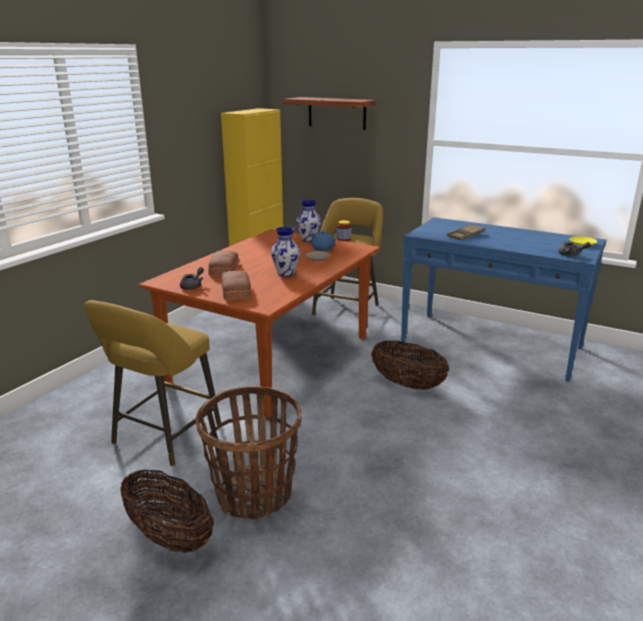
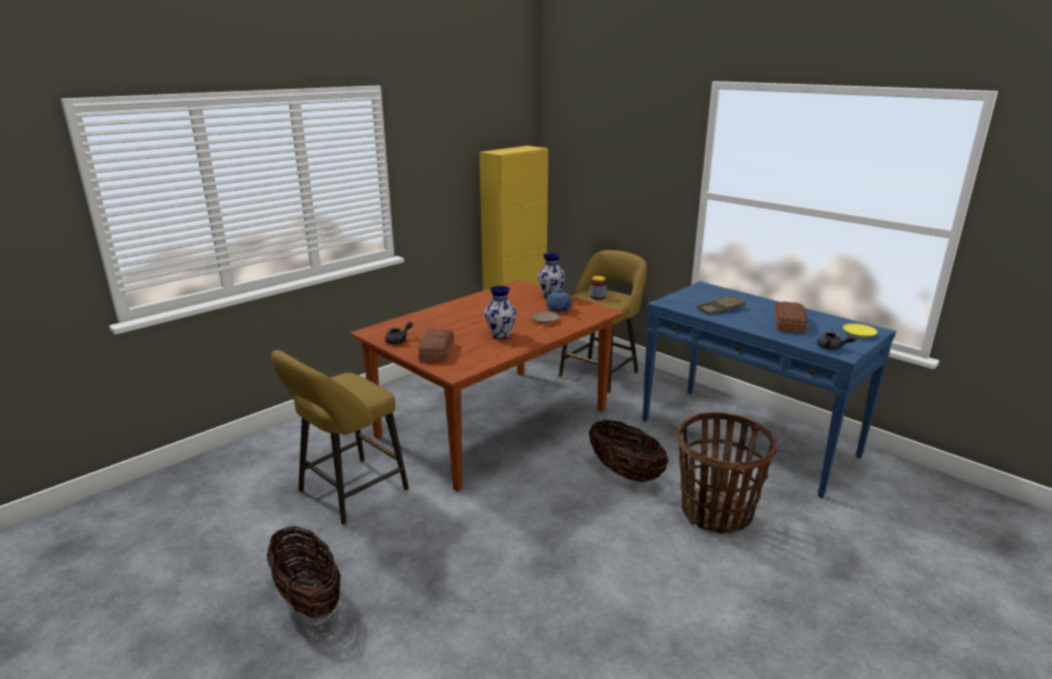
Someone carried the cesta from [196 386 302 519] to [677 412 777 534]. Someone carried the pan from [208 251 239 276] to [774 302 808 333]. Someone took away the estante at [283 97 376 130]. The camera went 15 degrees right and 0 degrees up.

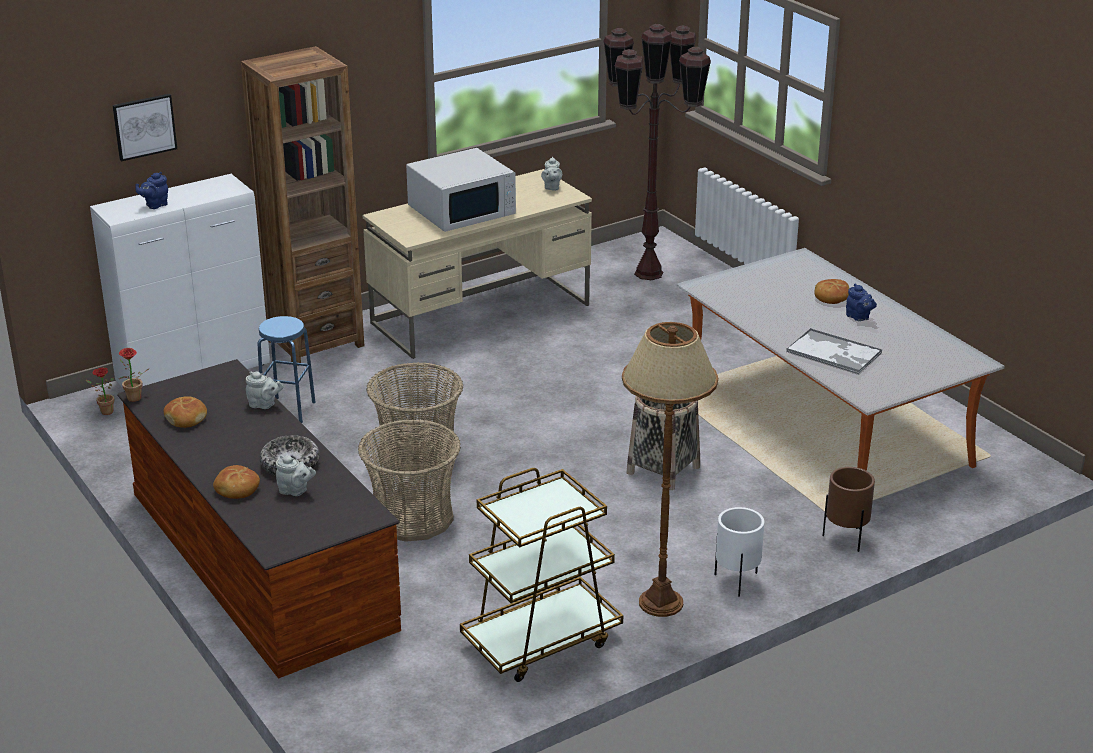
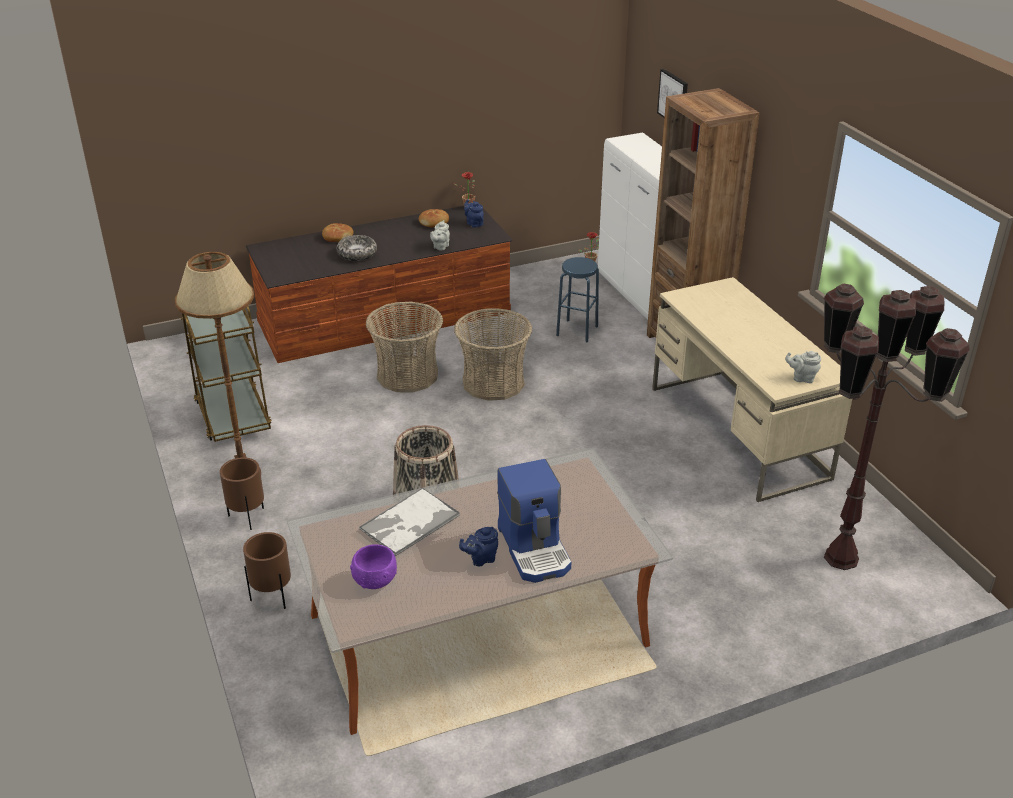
Someone carried the tetera [azul] from [136 172 168 209] to [464 199 484 228]. Someone took away the tetera [gris] at [276 455 316 496]. Someone took away the microondas [blanco] at [406 148 516 232]. Someone repainted the maceta [blanco] at [715 507 764 597], which became the maceta [marrón] at [220 457 264 530]. Someone swapped the pan at [814 279 849 304] for the cafetera at [497 459 571 583]. Someone put down the cuenco [morado] at [350 545 397 589]. The camera went 100 degrees right and 5 degrees up.

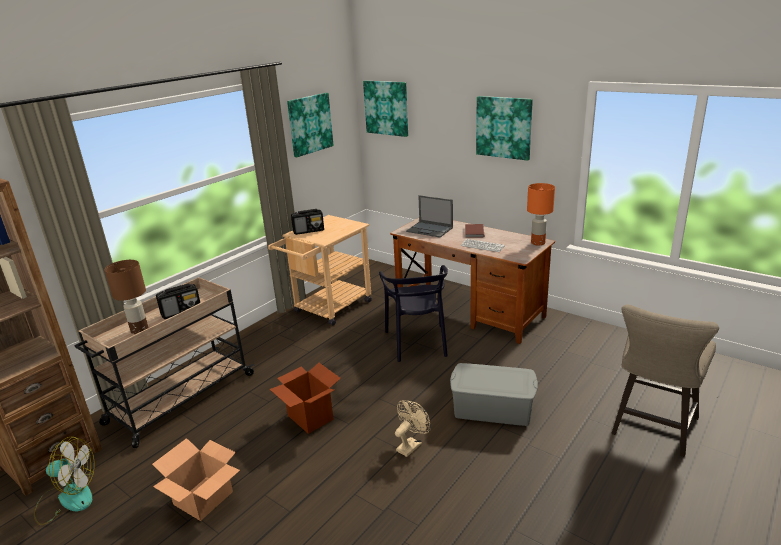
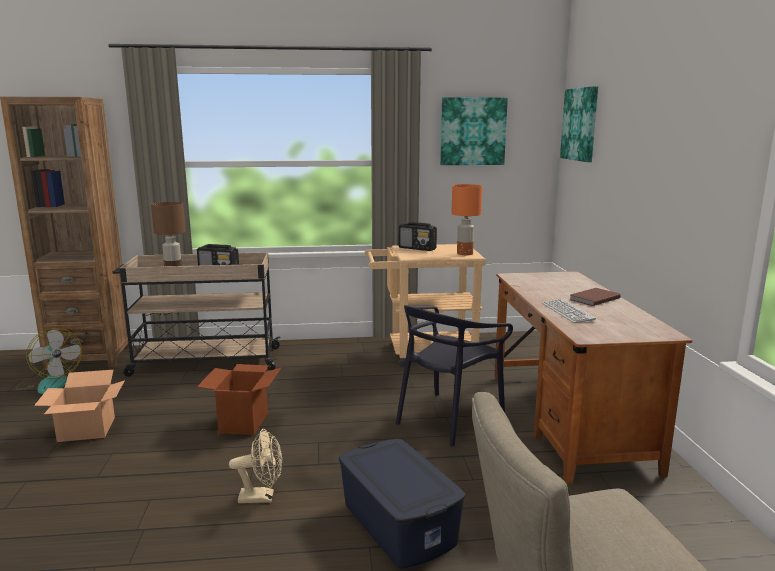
Someone took away the portátil at [406 195 453 238]. Someone repainted the caja de almacenaje [gris] at [450 363 538 426], which became the caja de almacenaje [azul] at [339 439 466 569]. Someone took away the cuadro at [476 96 533 161]. Someone carried the lámpara de mesa [naranja] from [527 183 555 245] to [452 184 482 255]. The camera went 45 degrees right and 10 degrees down.

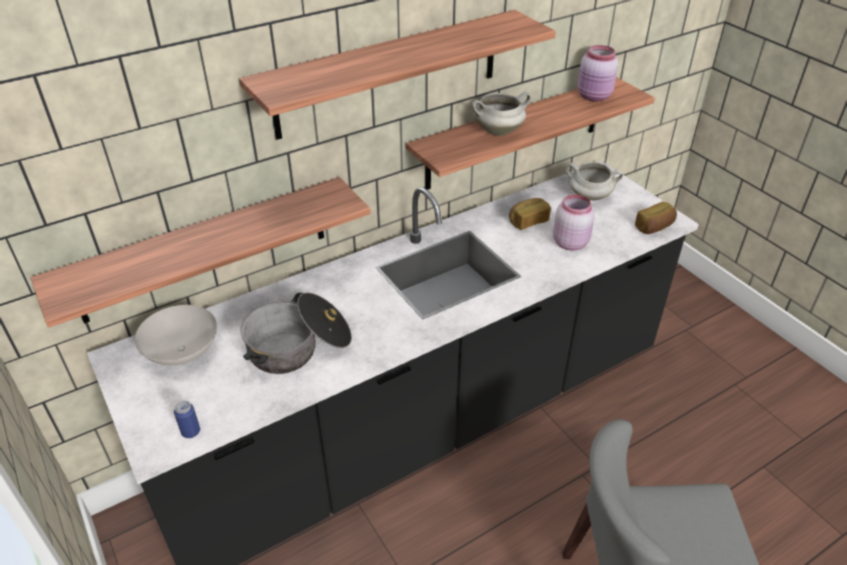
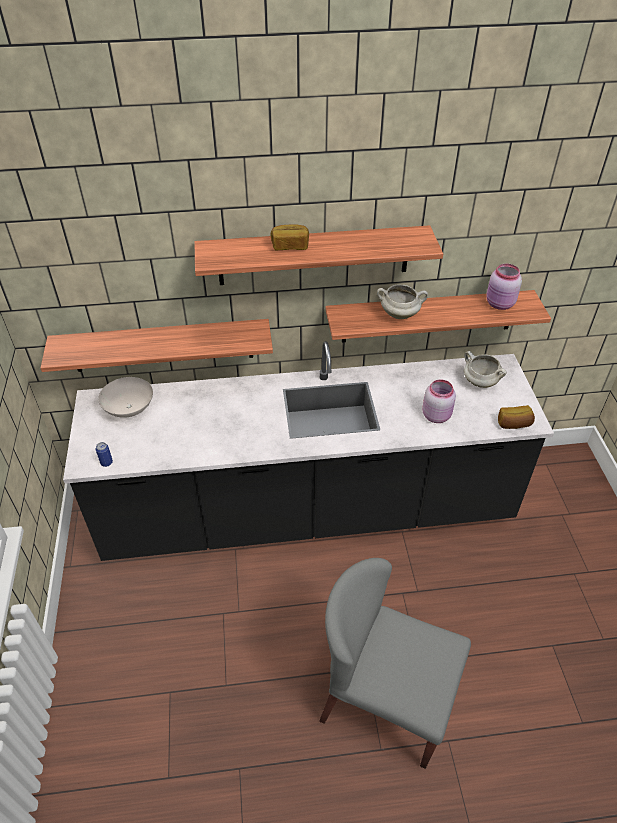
Someone took away the olla at [240 293 352 374]. Someone carried the pan from [509 198 551 230] to [271 224 309 250]. The camera went 25 degrees right and 5 degrees up.

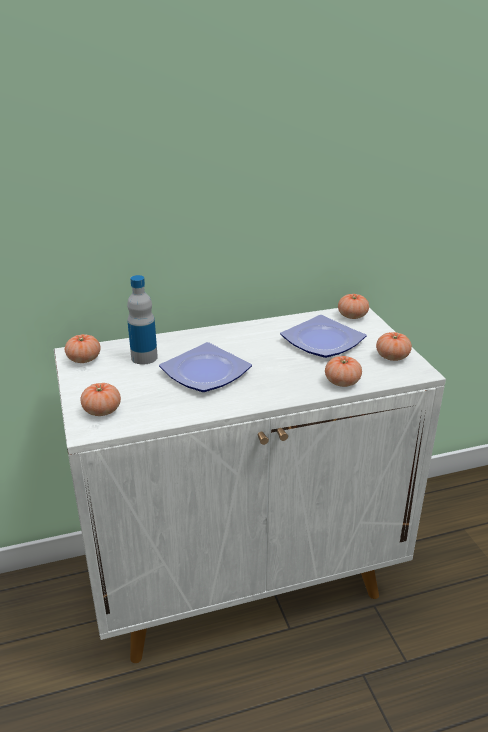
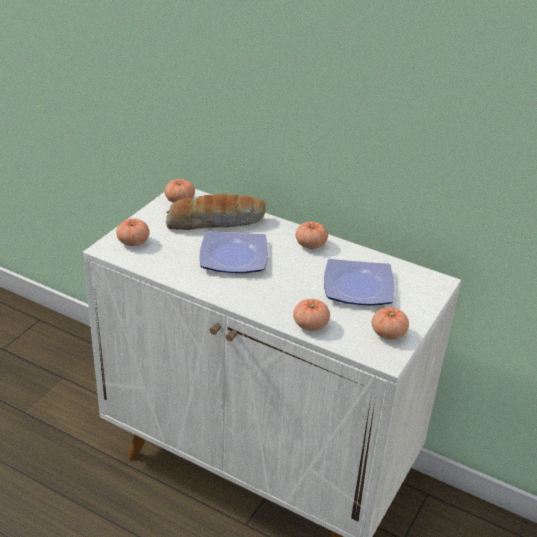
Someone swapped the botella at [127 275 158 365] for the pan at [166 193 266 230]. Someone carried the tomate from [338 294 369 319] to [295 222 328 249]. The camera went 45 degrees right and 5 degrees up.

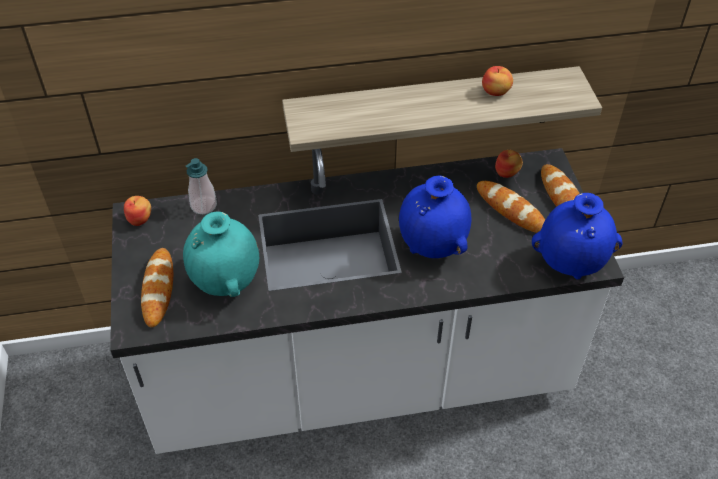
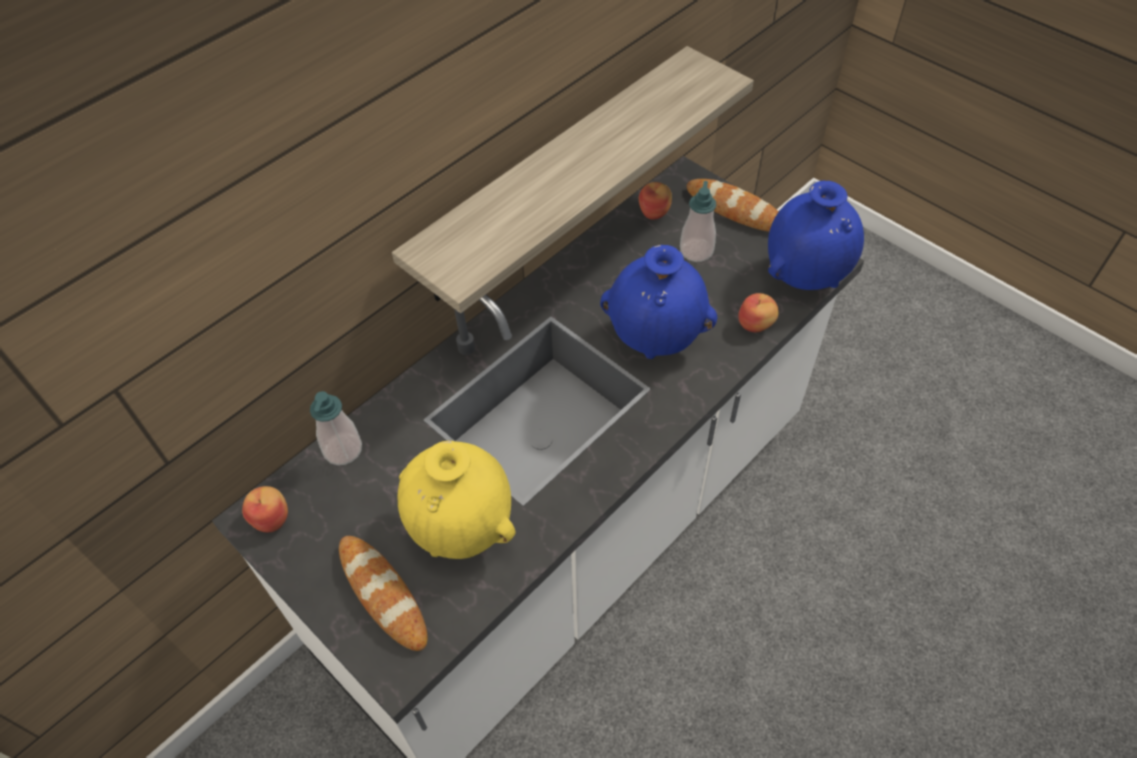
Someone repainted the florero [turquesa] at [183 211 259 297], which became the florero [amarillo] at [398 441 516 559]. Someone swapped the pan at [477 181 545 233] for the dispensador de jabón at [680 181 717 262]. Someone carried the manzana from [482 66 513 96] to [738 293 779 332]. The camera went 35 degrees left and 5 degrees up.

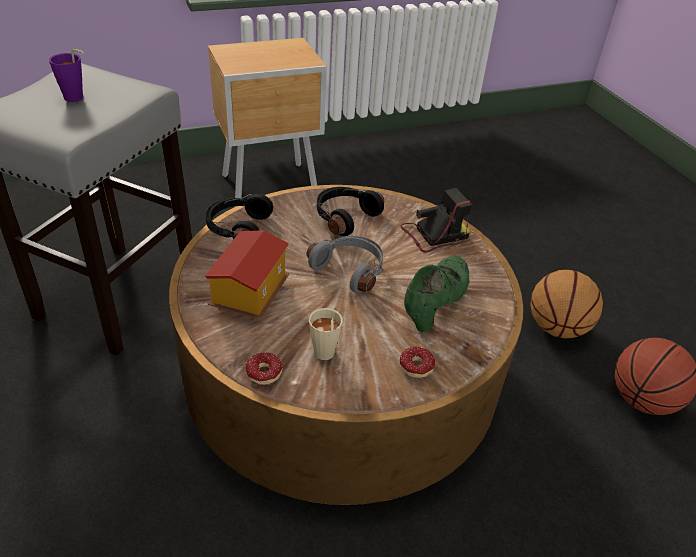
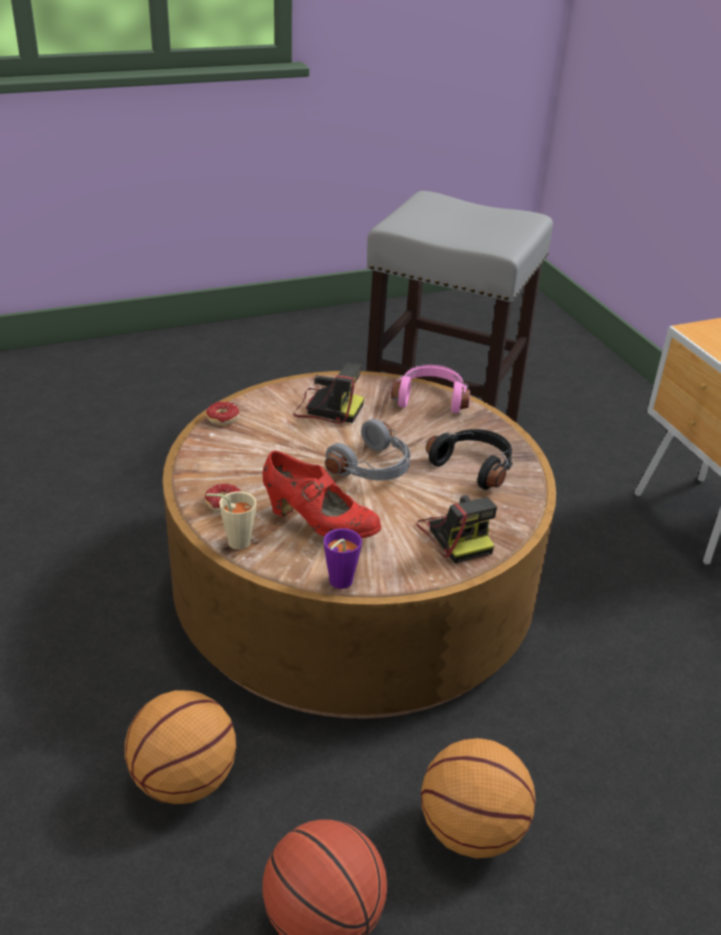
Someone carried the taza [morado] from [49 49 84 102] to [324 528 362 589]. Someone repainted the auriculares [negro] at [205 194 273 239], which became the auriculares [rosa] at [391 365 470 413]. Someone swapped the casita at [205 230 289 320] for the cámara at [293 363 364 423]. Someone carried the taza [beis] from [309 308 343 360] to [206 491 257 550]. Someone repainted the zapato [verde] at [404 256 470 332], which became the zapato [rojo] at [263 451 381 538]. Someone put down the balón de baloncesto at [125 690 236 804]. The camera went 90 degrees right and 5 degrees down.

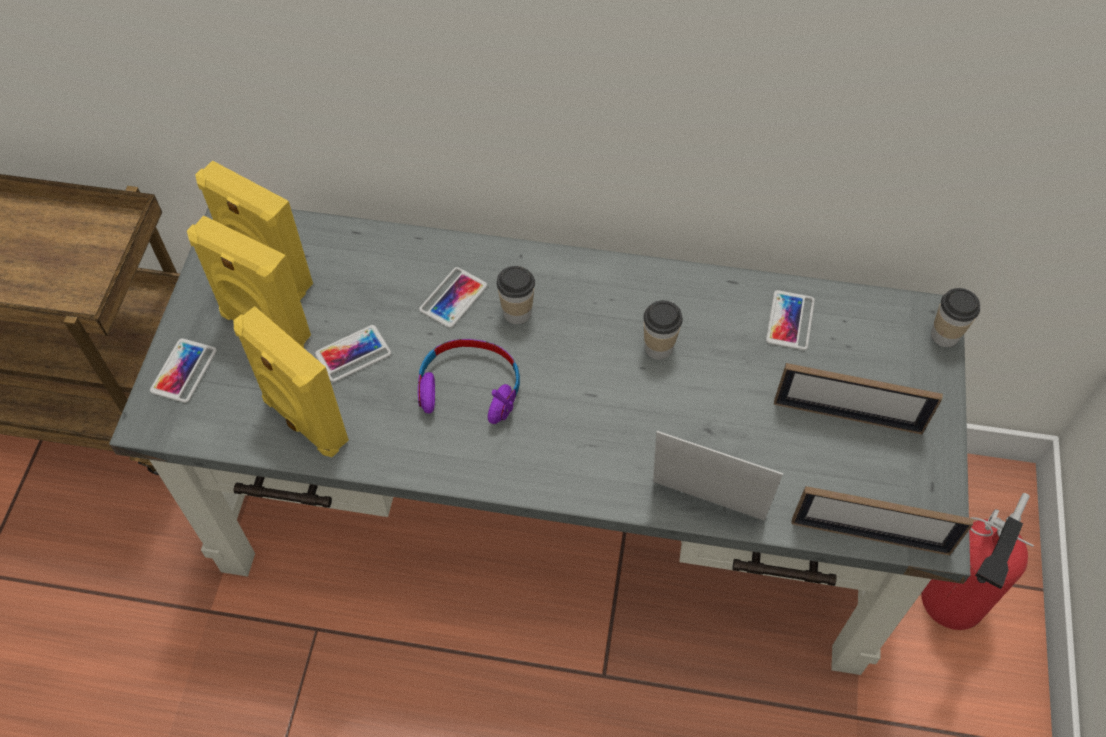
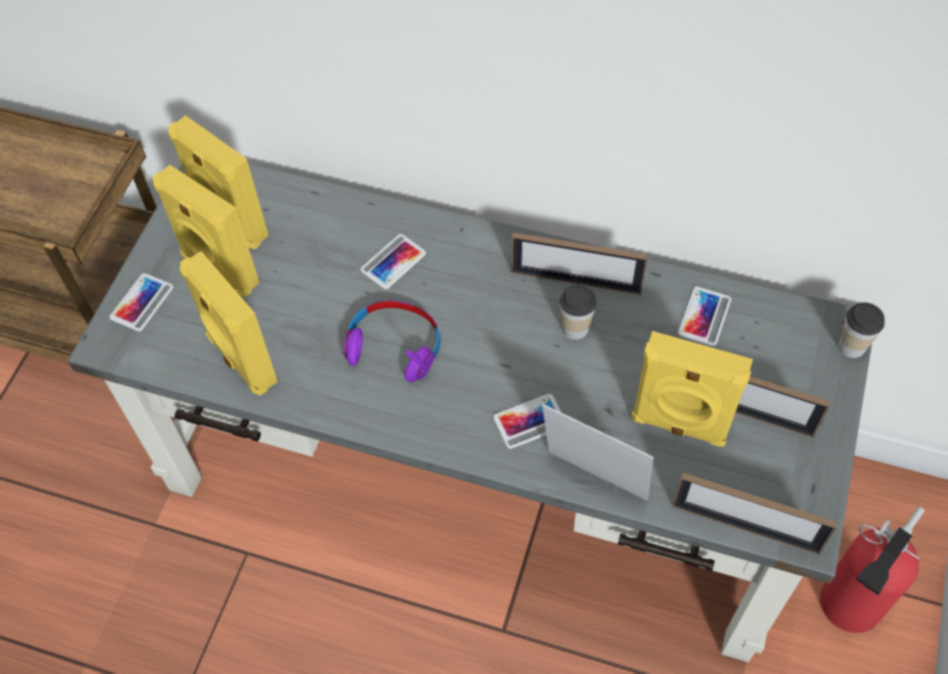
Someone carried the móvil from [315 325 391 382] to [493 394 562 449]. Someone took away the taza at [497 266 535 324]. Someone put down the portarretratos at [511 232 648 295]. Someone put down the altavoz [amarillo] at [631 331 753 447]. The camera went 10 degrees right and 0 degrees up.

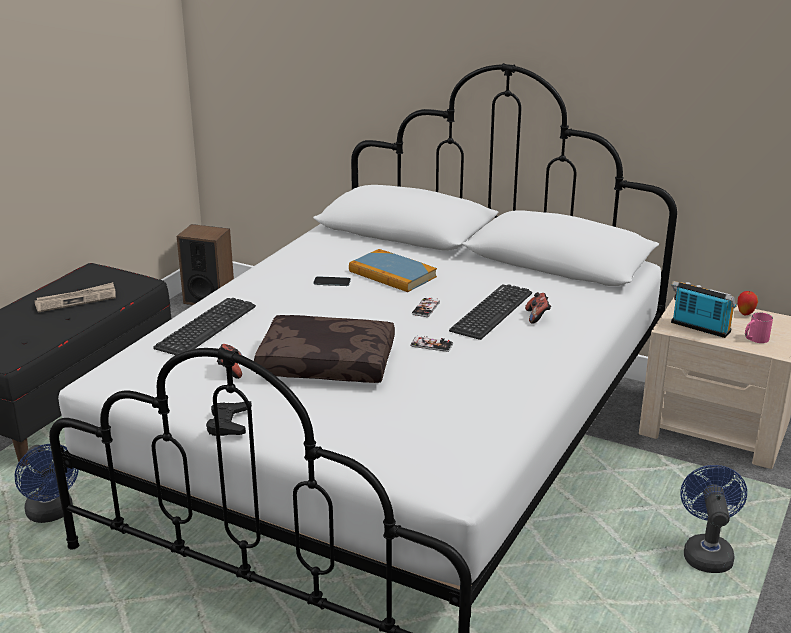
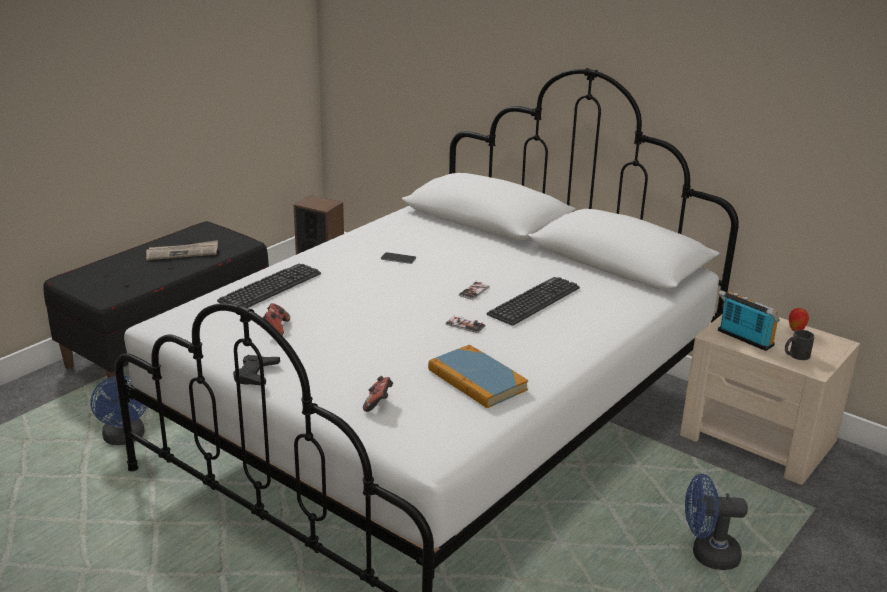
Someone took away the cojín [marrón] at [254 315 395 383]. Someone carried the libro from [349 249 437 292] to [428 345 529 408]. Someone carried the mando de consola from [525 292 551 324] to [363 376 393 412]. Someone rotated the ventilador [azul] at [680 465 747 573] by 105 degrees counterclockwise. Someone repainted the taza grande [rosa] at [745 312 773 343], which became the taza grande [negro] at [785 330 815 360]. The camera went 10 degrees right and 0 degrees up.

